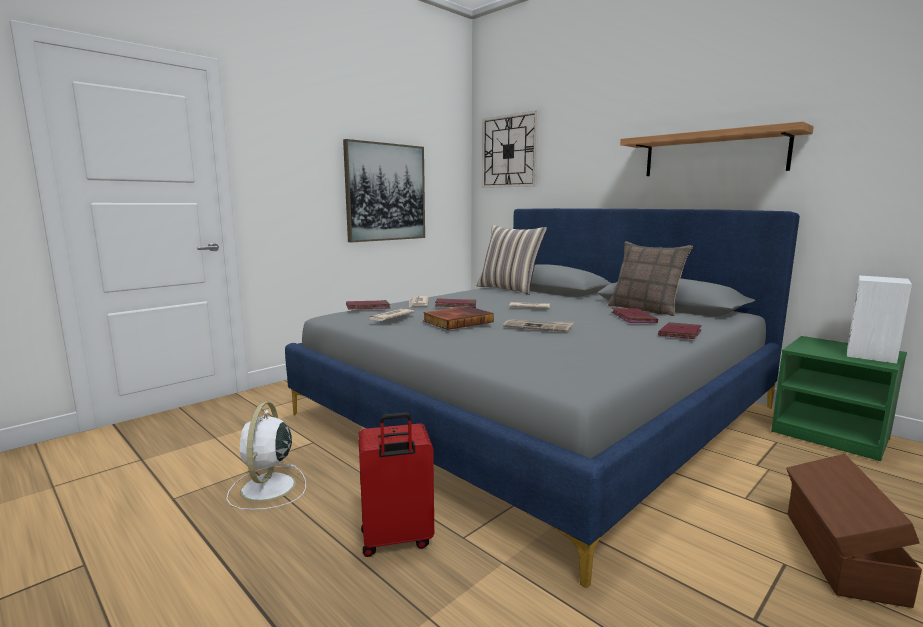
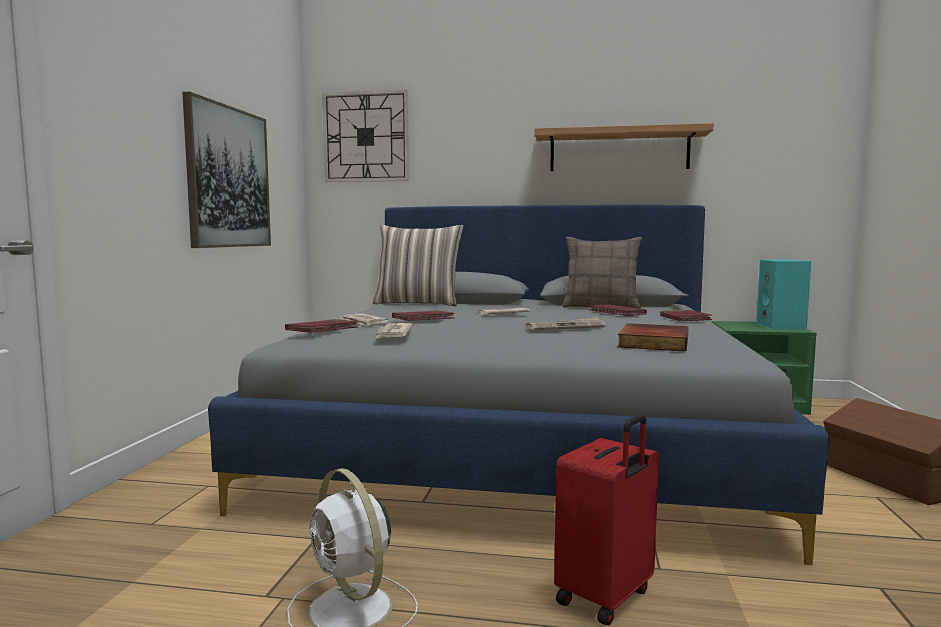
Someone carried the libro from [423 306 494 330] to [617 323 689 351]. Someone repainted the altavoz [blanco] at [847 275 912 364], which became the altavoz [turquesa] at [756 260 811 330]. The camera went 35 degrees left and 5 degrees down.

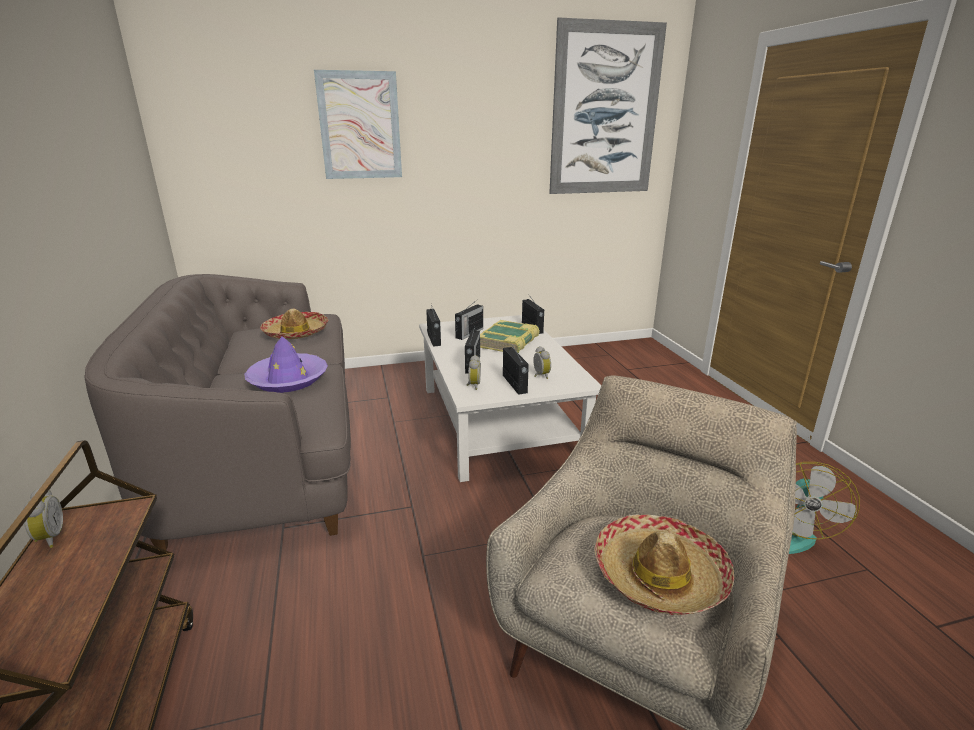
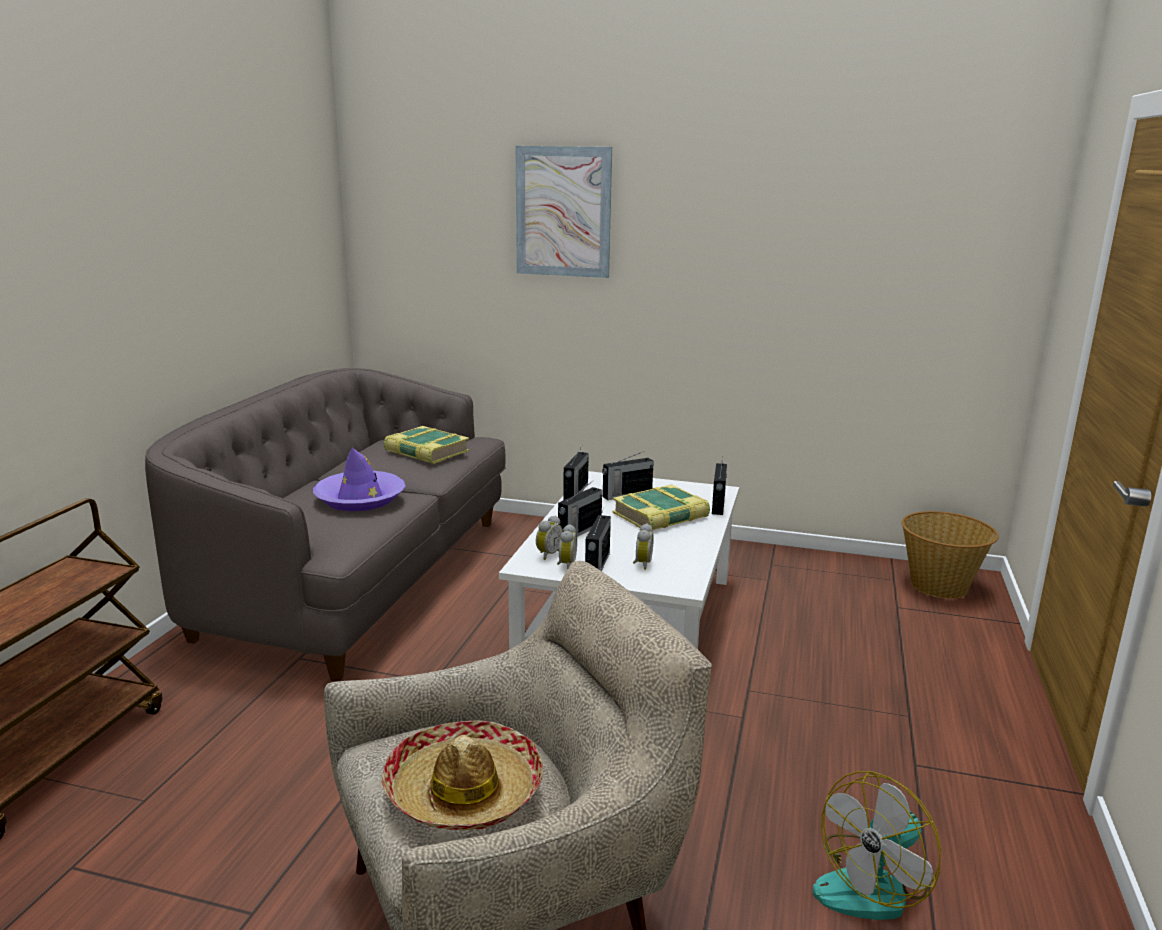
Someone carried the despertador from [23 487 63 548] to [557 524 577 569]. Someone swapped the sombrero at [260 309 328 339] for the libro at [384 426 469 464]. Someone took away the cuadro at [549 17 667 194]. Someone put down the cesta at [901 511 999 599]. The camera went 30 degrees right and 5 degrees down.

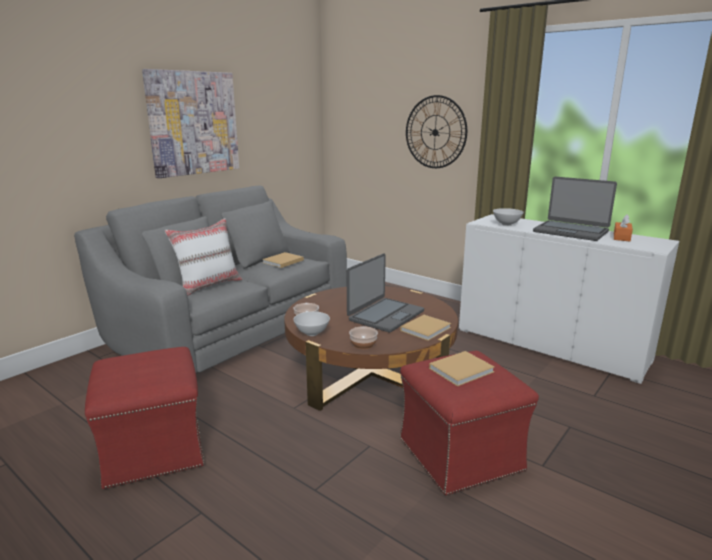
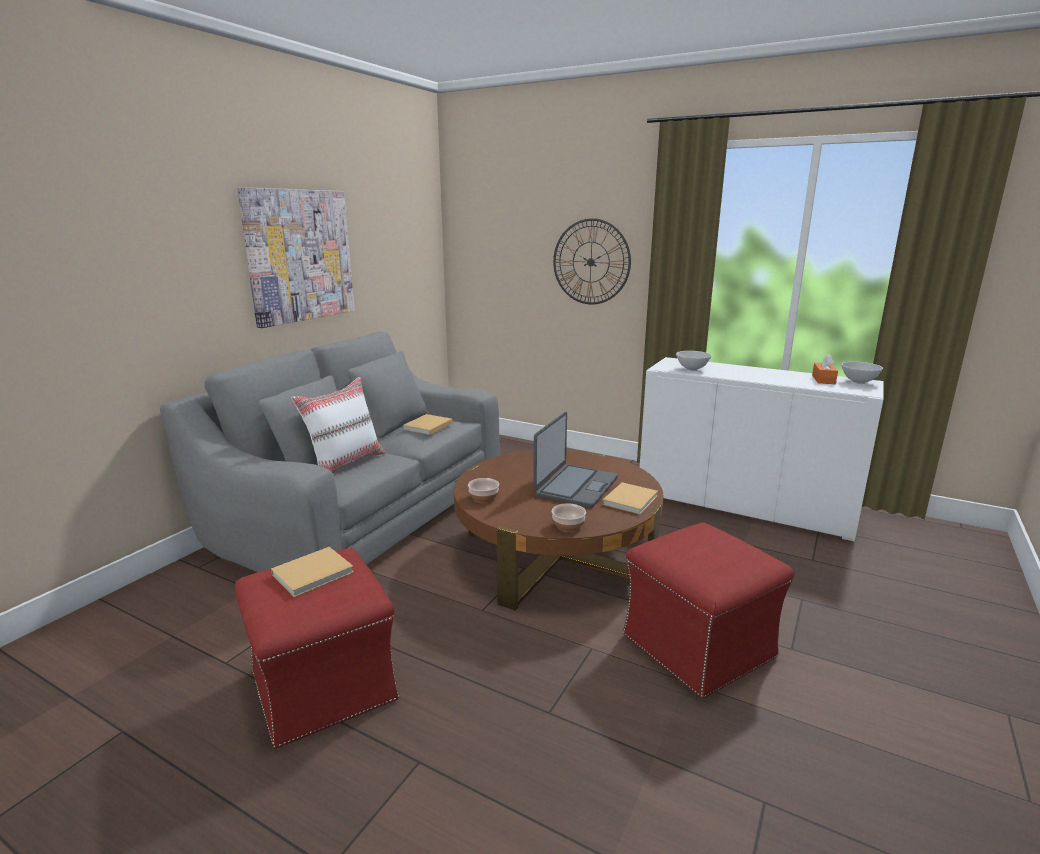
Someone carried the cuenco [blanco] from [293 311 330 336] to [841 362 883 384]. Someone carried the libro [beis] from [429 351 494 386] to [271 547 354 597]. Someone took away the portátil at [533 177 617 241]. The camera went 10 degrees left and 0 degrees up.

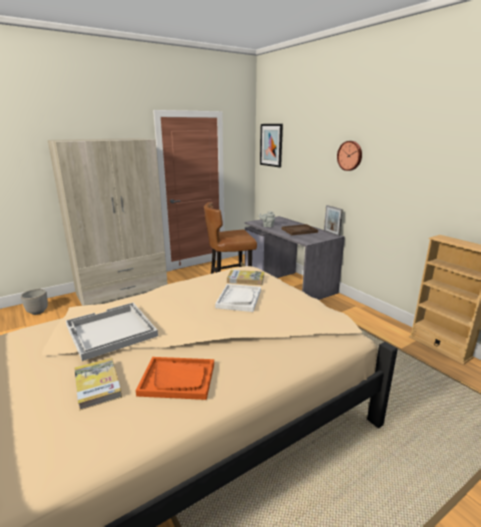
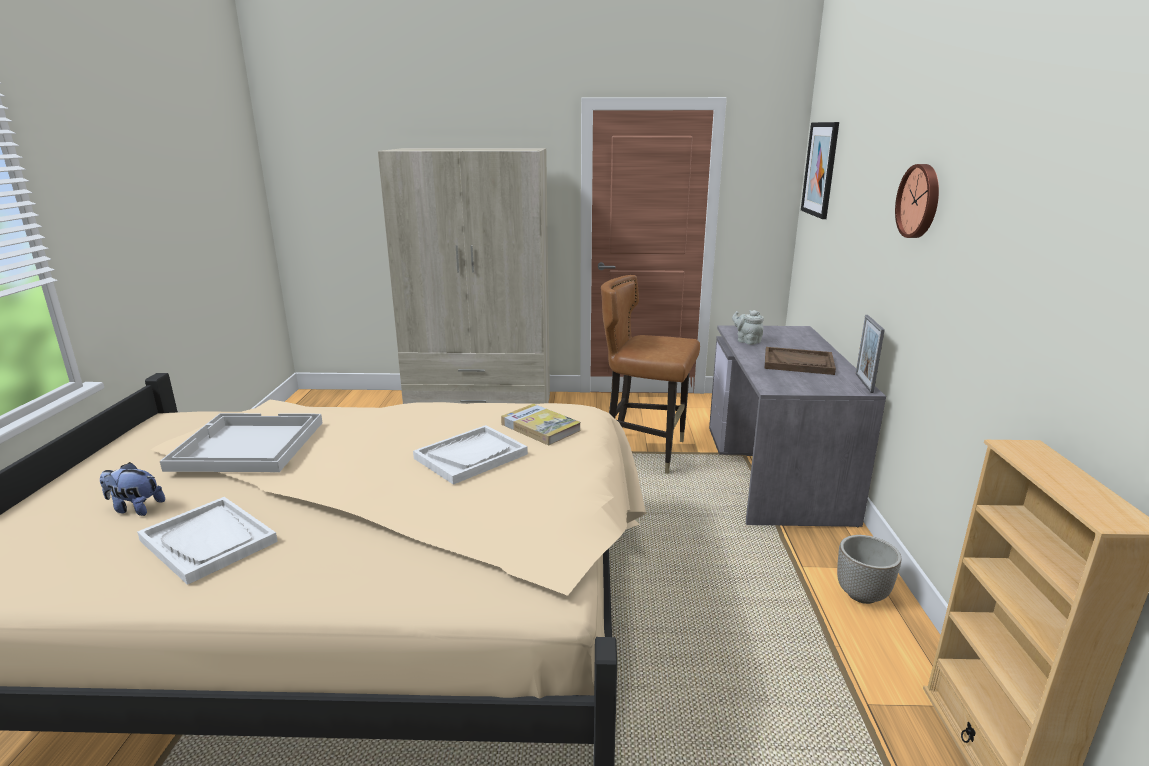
Someone carried the maceta from [21 289 48 315] to [837 535 901 604]. Someone swapped the libro at [74 358 122 411] for the peluche at [100 462 165 516]. Someone repainted the bandeja [naranja] at [136 357 214 400], which became the bandeja [blanco] at [137 497 278 585]. The camera went 35 degrees right and 0 degrees up.

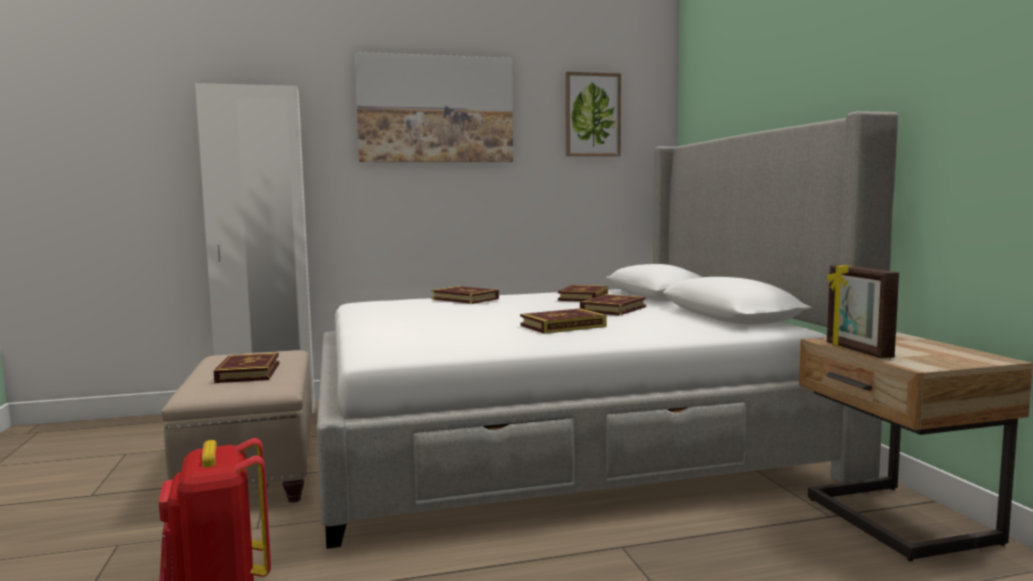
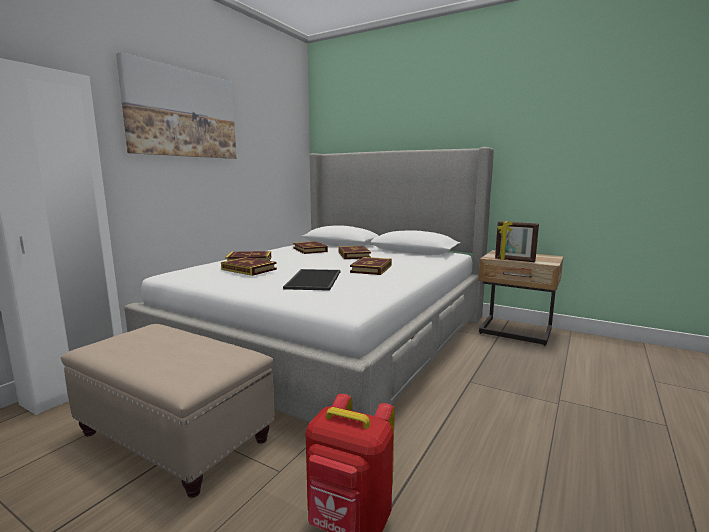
Someone carried the libro from [214 353 280 383] to [221 257 277 276]. Someone took away the cuadro at [565 72 621 156]. Someone put down the bandeja at [283 269 340 291]. The camera went 45 degrees left and 5 degrees up.

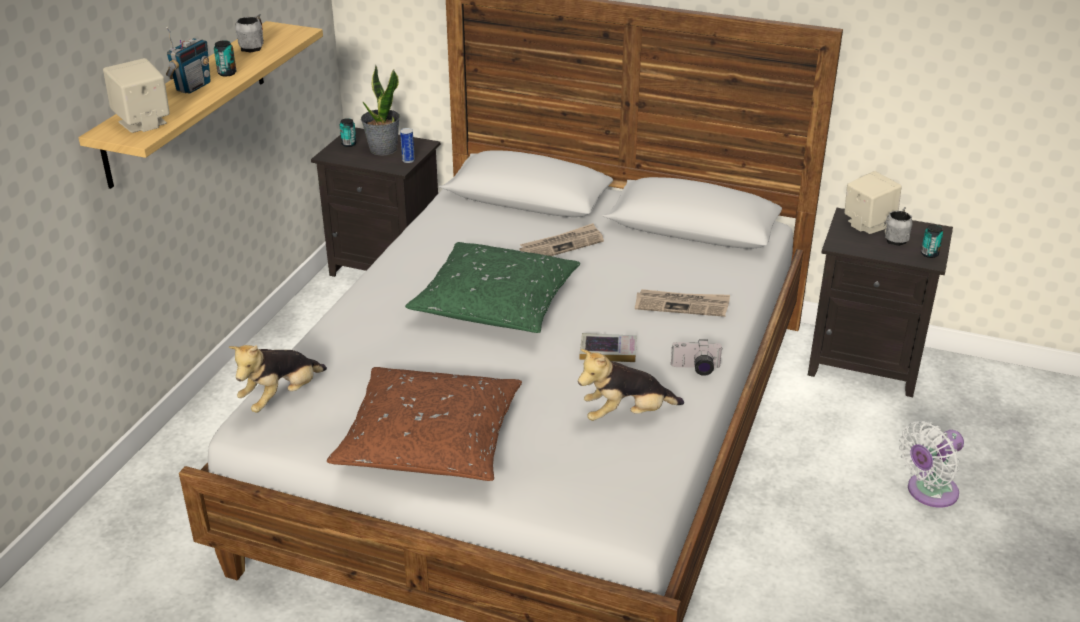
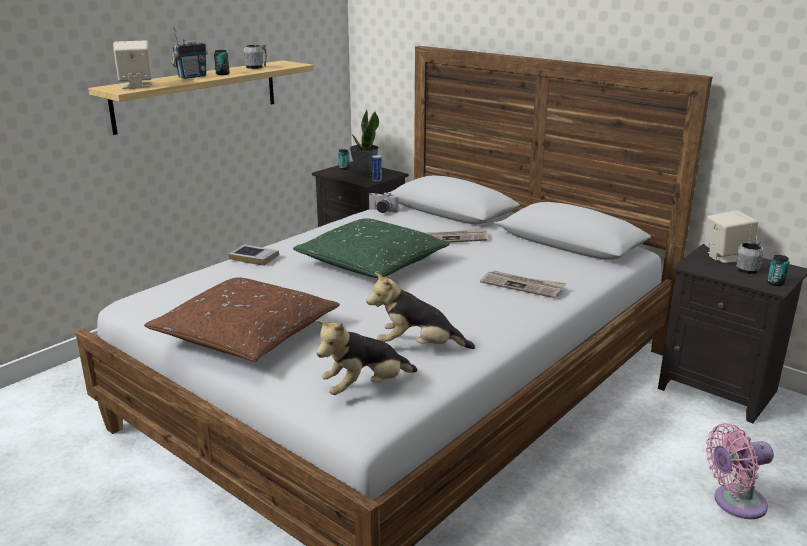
Someone carried the peluche from [229 345 327 413] to [316 320 418 395]. Someone carried the libro from [579 333 637 362] to [228 244 279 266]. Someone carried the cámara from [671 339 723 376] to [369 193 398 213]. Someone repainted the ventilador [blanco] at [899 421 964 508], which became the ventilador [rosa] at [706 423 774 519]. The camera went 20 degrees right and 10 degrees down.

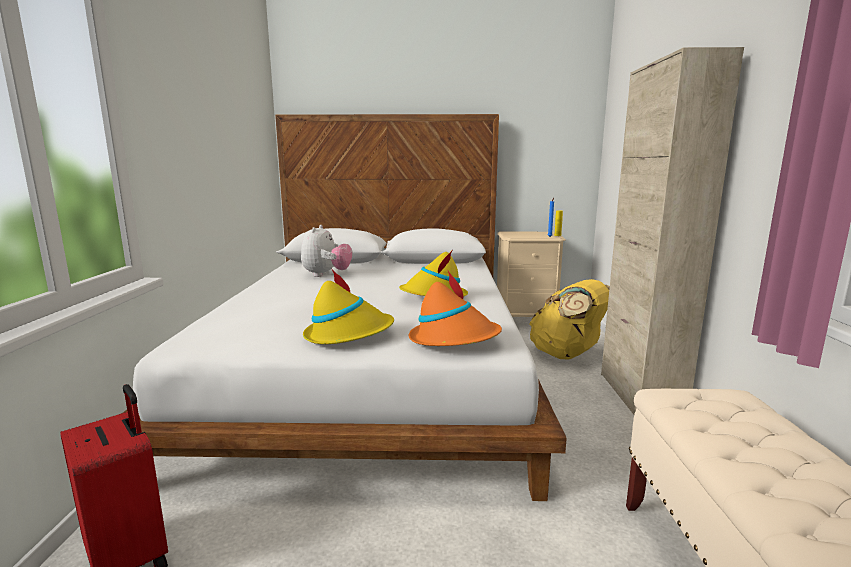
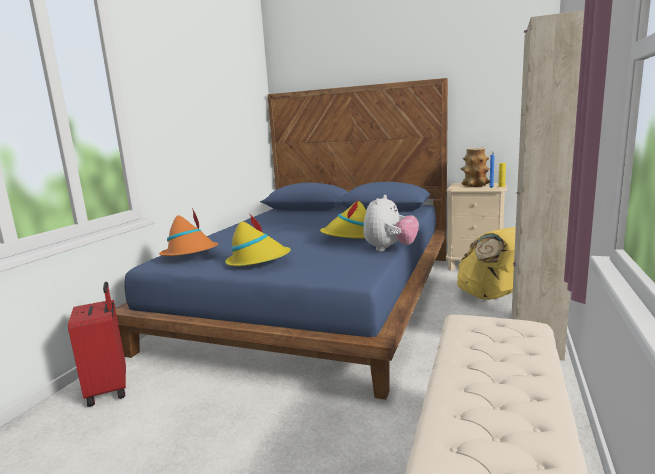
Someone repainted the cama [blanco] at [123 114 567 501], which became the cama [azul] at [115 78 448 400]. Someone carried the peluche from [301 225 352 277] to [363 195 419 252]. Someone carried the sombrero [naranja] from [409 271 502 346] to [159 208 218 256]. Someone put down the florero at [461 148 490 187]. The camera went 20 degrees right and 0 degrees up.

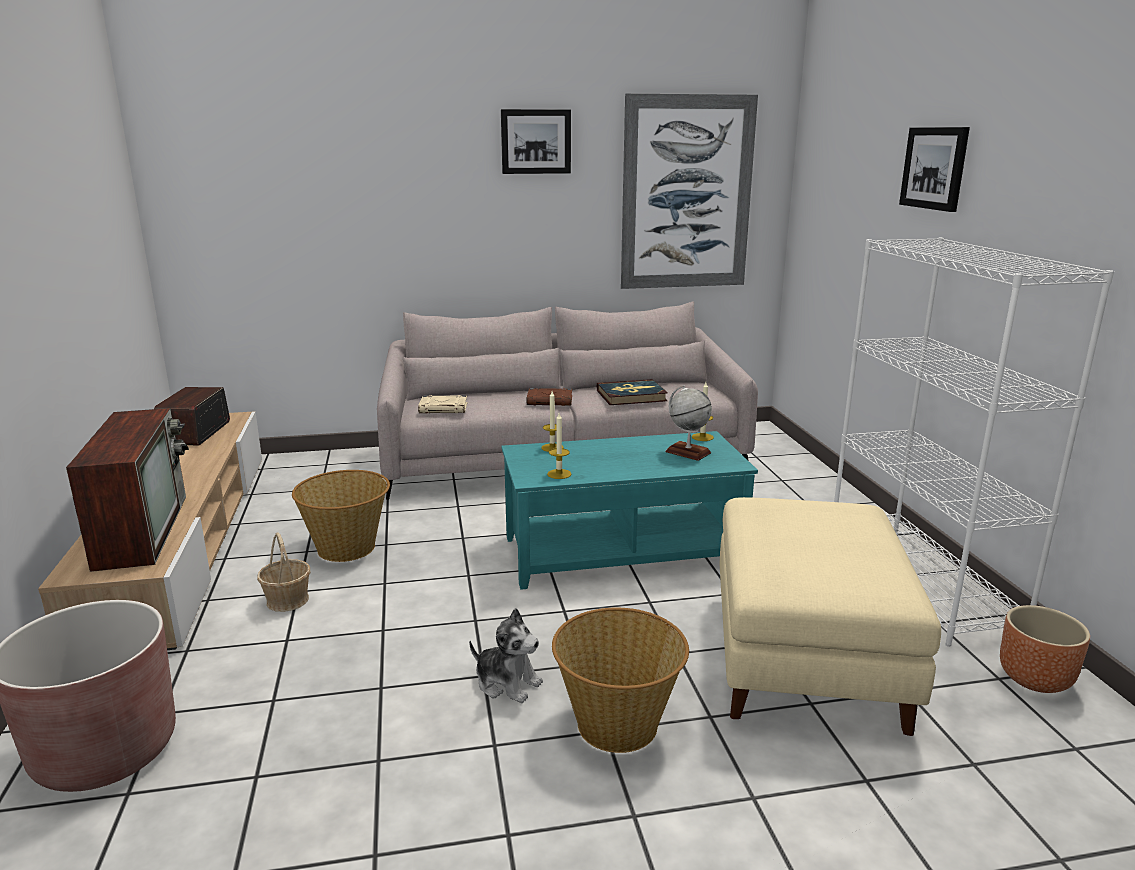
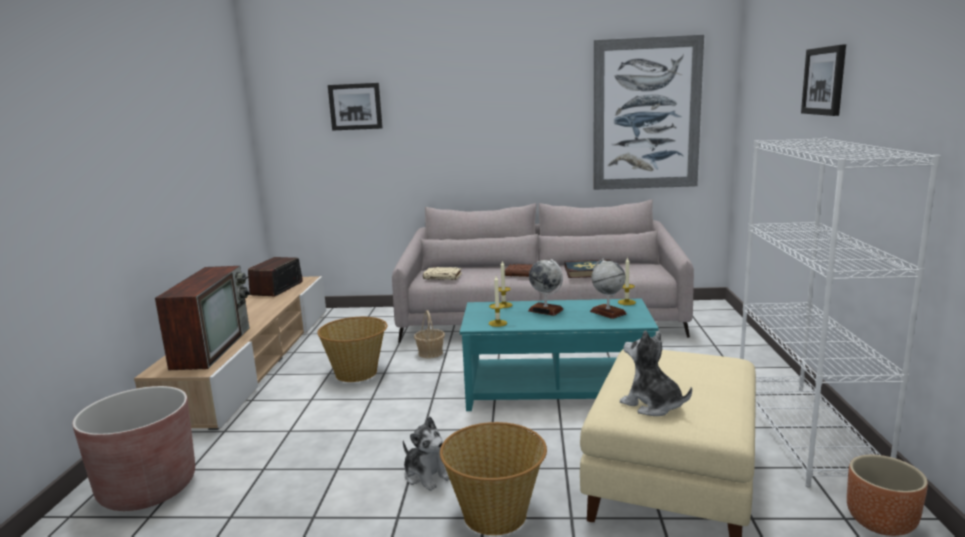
Someone carried the cesta from [257 532 310 612] to [414 310 445 358]. Someone carried the cuadro from [501 109 571 174] to [328 83 383 131]. Someone put down the globo terráqueo at [528 259 564 316]. Someone put down the peluche at [620 330 692 416]. The camera went 15 degrees right and 5 degrees down.

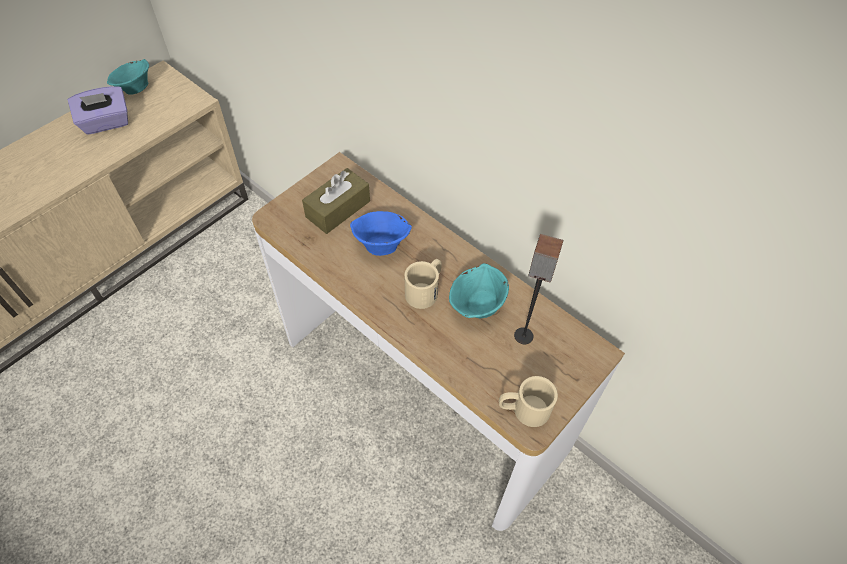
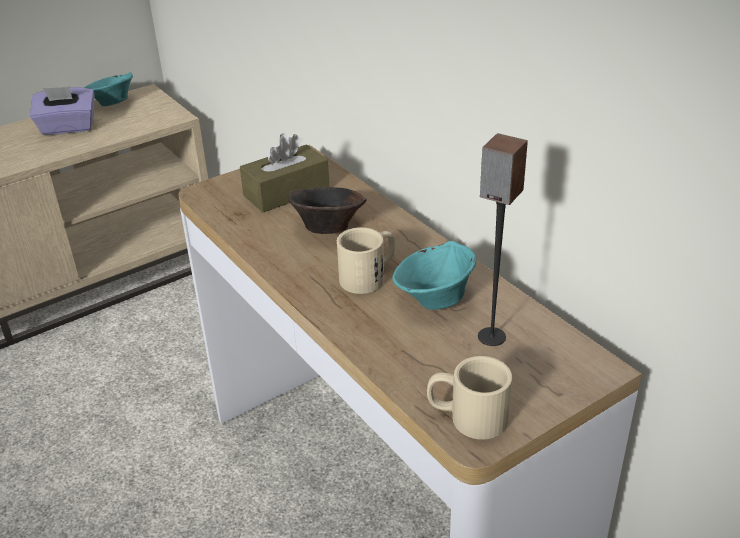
Someone repainted the cuenco [azul] at [350 211 412 256], which became the cuenco [marrón] at [288 187 367 234]. The camera went 15 degrees right and 20 degrees down.

